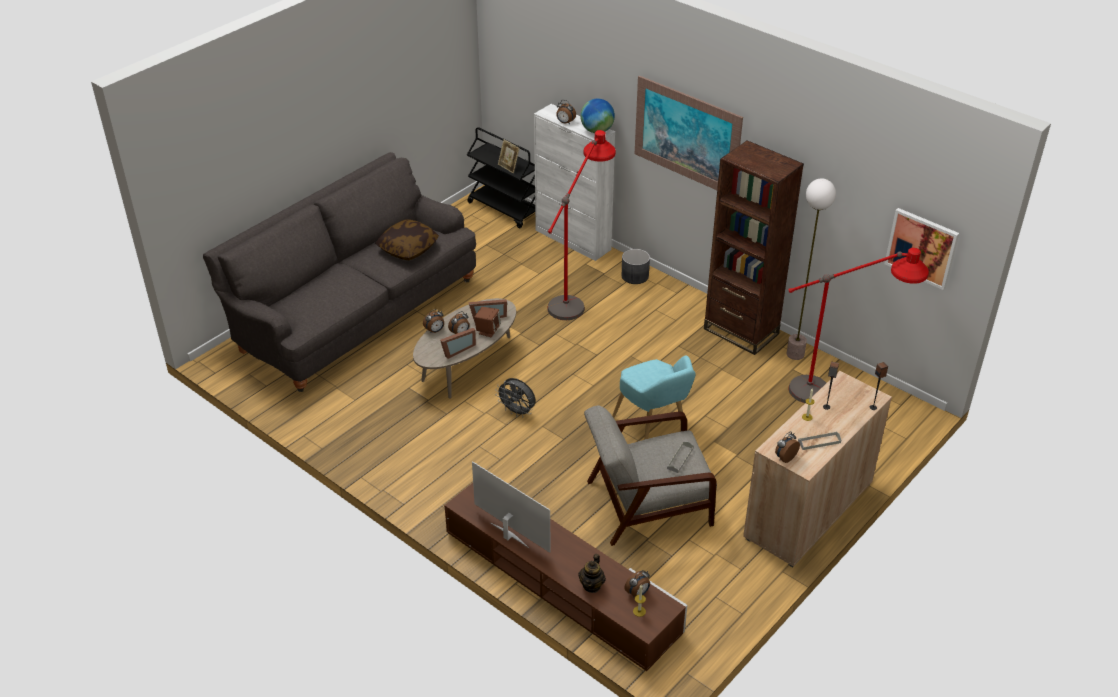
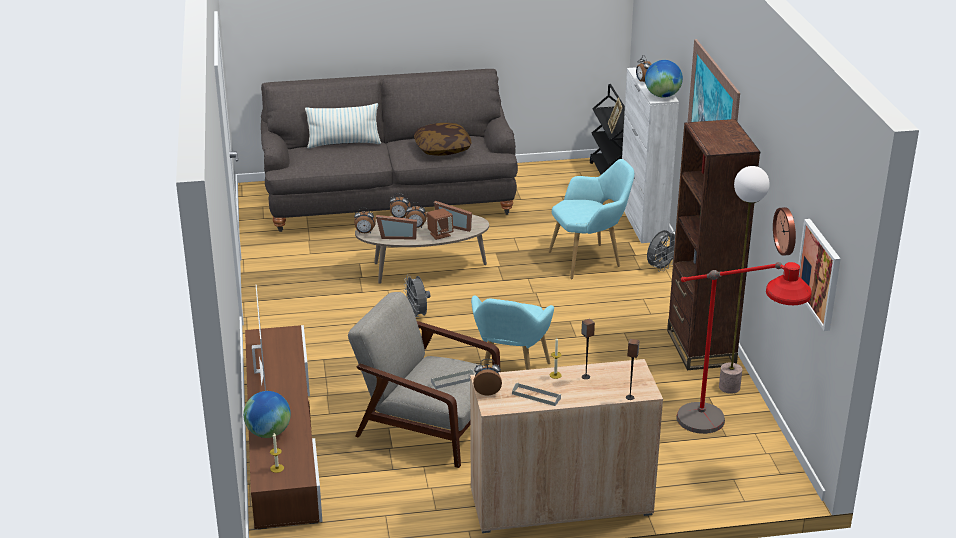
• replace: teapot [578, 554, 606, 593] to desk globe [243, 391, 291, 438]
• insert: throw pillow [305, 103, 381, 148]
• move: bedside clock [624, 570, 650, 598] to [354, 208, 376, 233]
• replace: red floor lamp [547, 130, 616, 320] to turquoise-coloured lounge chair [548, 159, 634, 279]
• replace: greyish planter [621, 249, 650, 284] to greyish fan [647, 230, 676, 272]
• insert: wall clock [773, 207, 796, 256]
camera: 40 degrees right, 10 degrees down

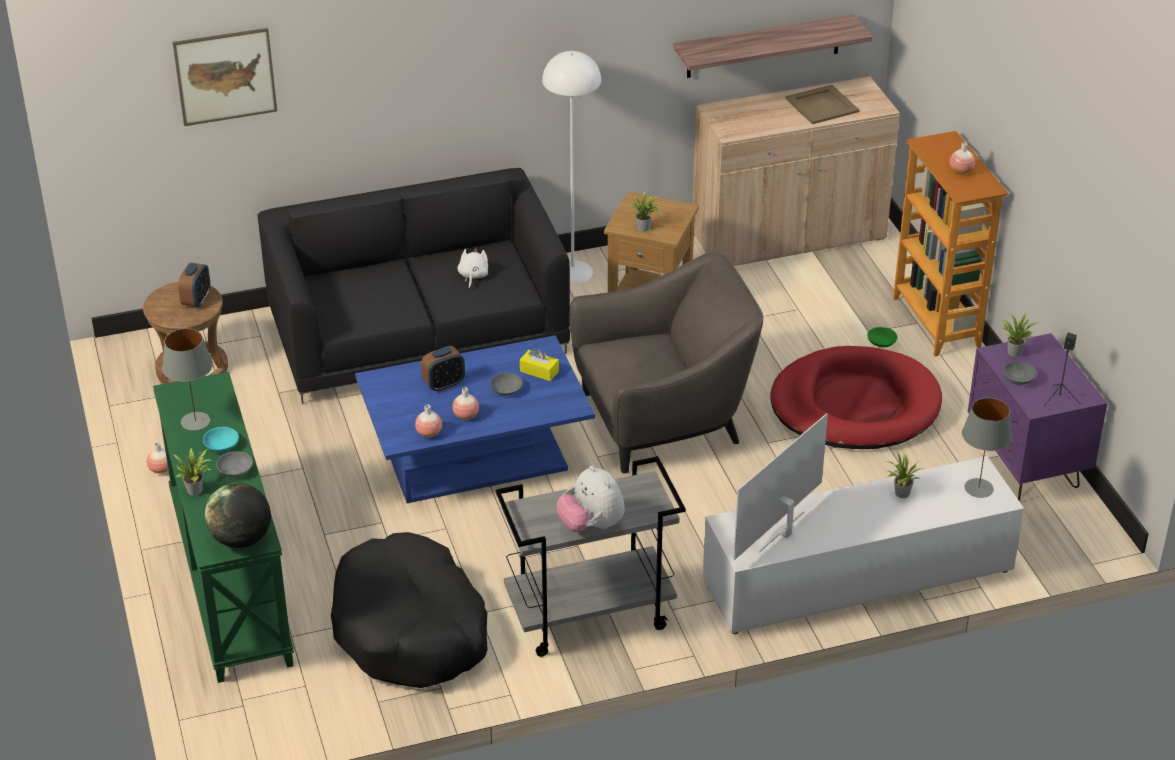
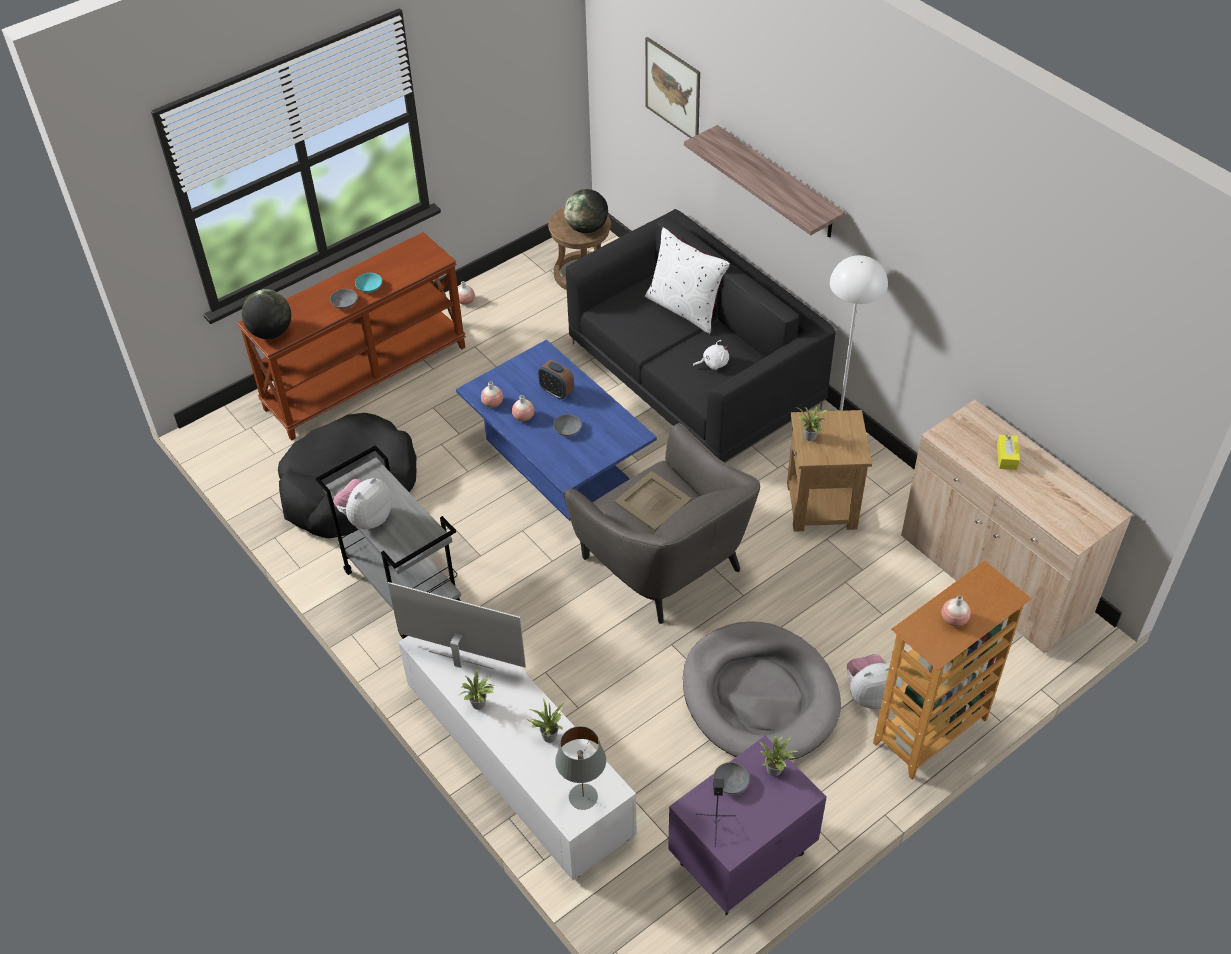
• recolor: greenish hall table [153, 372, 294, 683] to brownish hall table [237, 232, 466, 441]
• move: potted plant [174, 448, 211, 496] to [459, 668, 494, 710]
• replace: bedside clock [178, 263, 210, 307] to desk globe [564, 189, 608, 233]
• move: sand-coloured carrying tray [785, 85, 860, 124] to [614, 471, 692, 531]
• insert: white-coloured throw pillow [645, 228, 730, 334]
• recolor: red dog cushion [770, 346, 942, 449] to greyish dog cushion [683, 621, 841, 760]
• move: wall shelf [673, 15, 873, 78] to [684, 125, 845, 238]
• replace: greenish serving bowl [867, 327, 898, 347] to plush toy [847, 654, 901, 709]
• move: yellowish box of tissues [520, 349, 559, 381] to [997, 435, 1020, 470]
• delete: greyish table lamp [162, 328, 213, 431]
camera: 70 degrees right, 10 degrees up

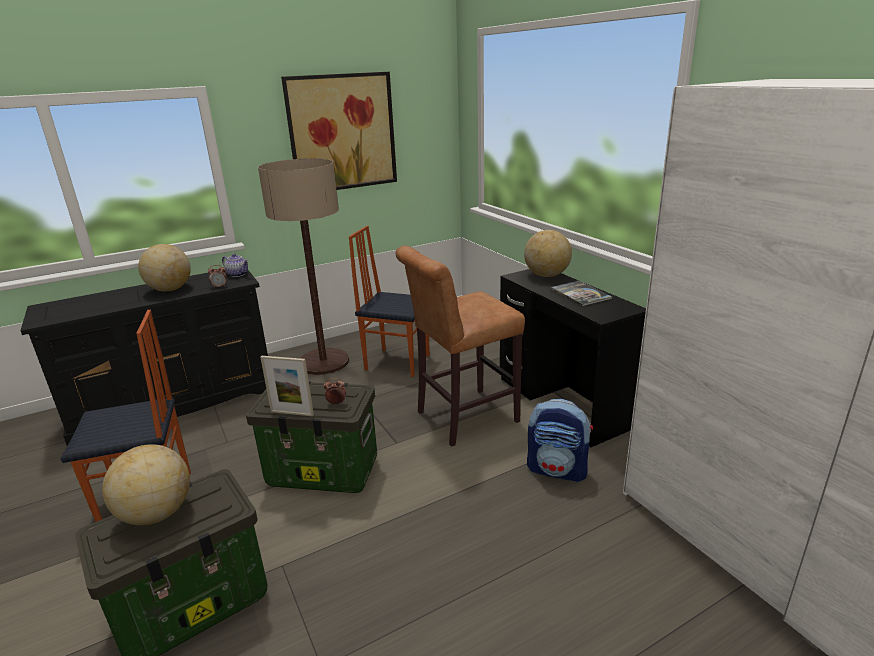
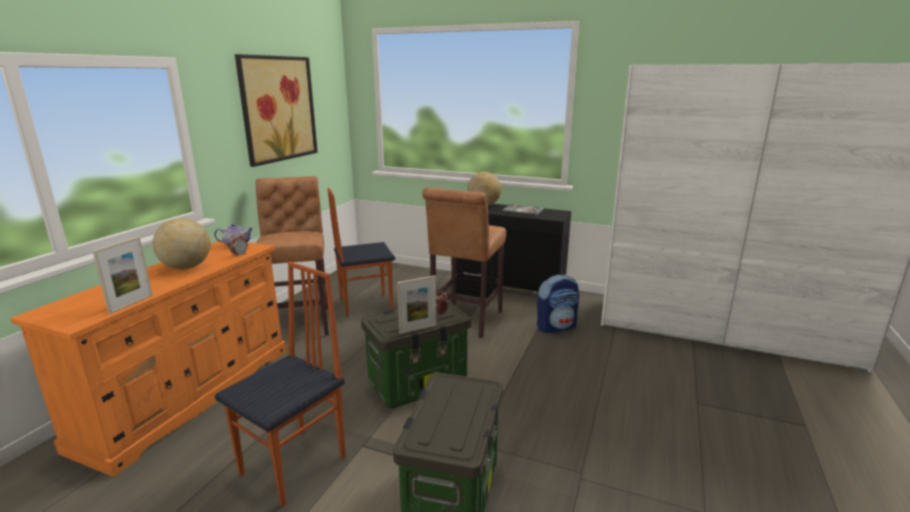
• recolor: blackish drawer chest [20, 270, 268, 446] to orange drawer chest [10, 241, 287, 477]
• insert: picture frame [93, 237, 153, 314]
• replace: floor lamp [258, 158, 349, 375] to brownish sitting stool [256, 176, 329, 336]
• delete: desk globe [102, 444, 190, 525]
camera: 40 degrees left, 5 degrees down

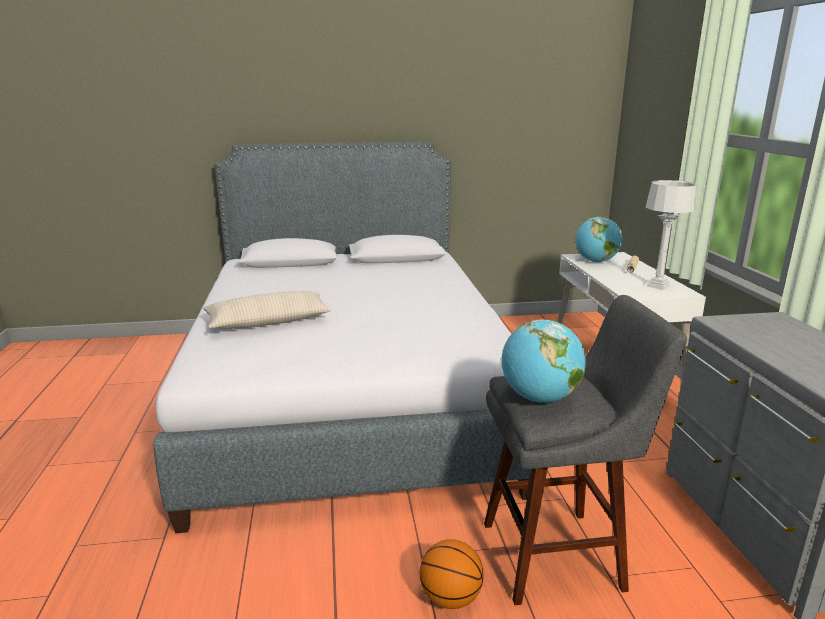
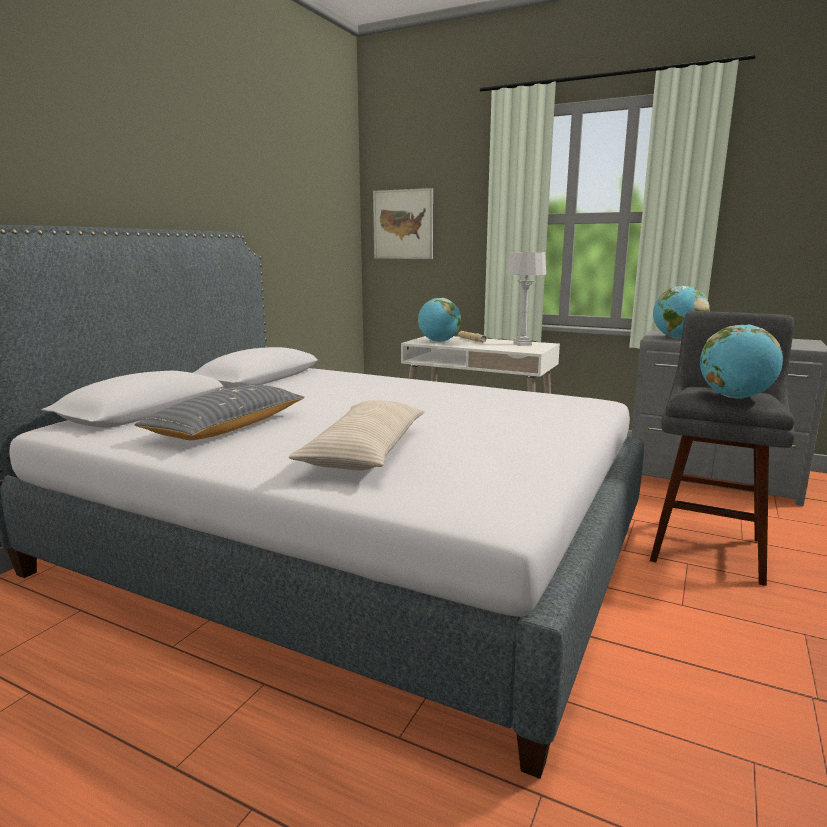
• insert: greyish throw pillow [134, 385, 305, 440]
• insert: wall picture [373, 188, 433, 259]
• insert: desk globe [653, 286, 710, 339]
• delete: basketball ball [420, 539, 484, 609]
camera: 55 degrees left, 5 degrees down

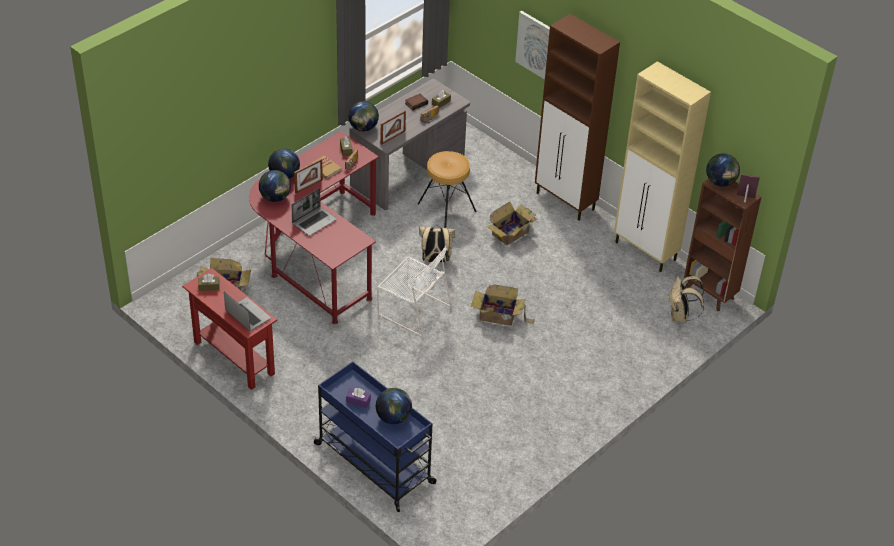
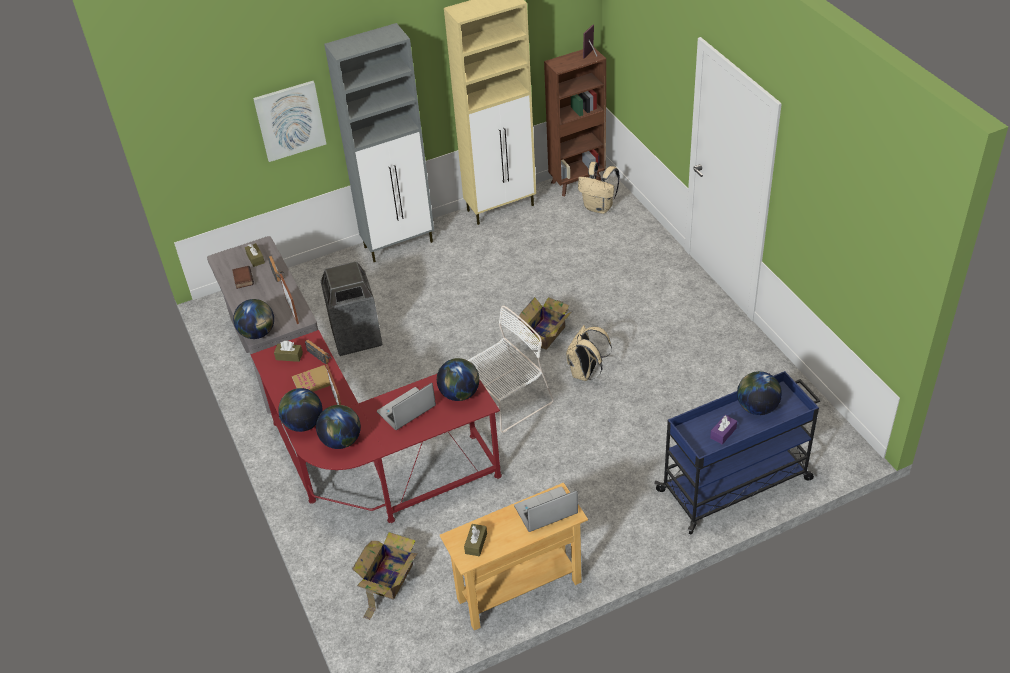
• replace: brownish sitting stool [418, 151, 477, 228] to rubbish bin [320, 261, 383, 356]
• recolor: brownish cabinet [535, 14, 620, 221] to greyish cabinet [324, 23, 434, 262]
• rotate: laptop [291, 188, 337, 236] = [377, 383, 436, 430] 105 degrees counterclockwise
• move: desk globe [706, 153, 740, 187] to [437, 358, 479, 401]
• recolor: red hall table [182, 268, 277, 390] to sand-coloured hall table [440, 482, 588, 631]
• move: sand-coloured rucksack [419, 225, 455, 262] to [566, 325, 612, 381]
• delete: packing box [487, 202, 537, 245]
camera: 65 degrees left, 0 degrees up

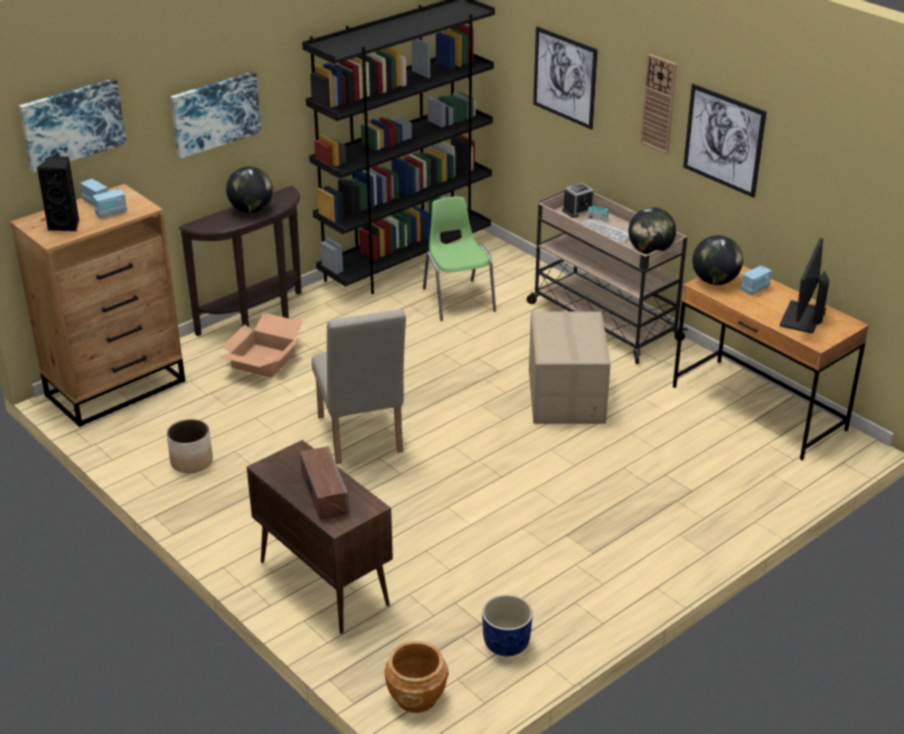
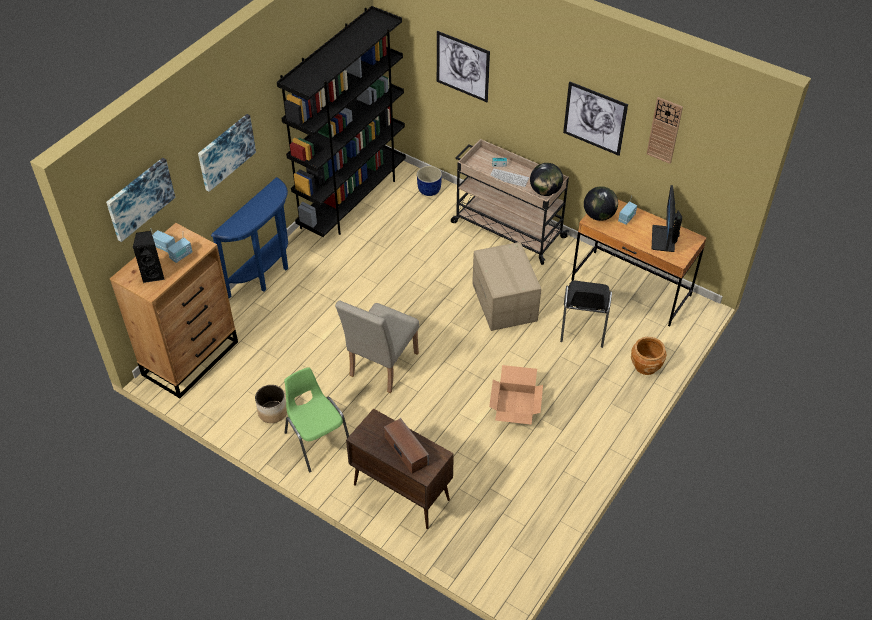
• recolor: brownish hall table [178, 186, 302, 336] to bluish hall table [211, 177, 288, 299]
• move: greenish plain chair [423, 197, 496, 321] to [284, 367, 349, 473]
• rotate: sand-coloured plain chair [312, 309, 406, 464] = [335, 300, 419, 393] 60 degrees clockwise
• move: bluish planter [482, 595, 533, 656] to [417, 166, 442, 196]
• move: packing box [219, 313, 303, 378] to [489, 365, 543, 425]
• insert: blackish plain chair [560, 281, 612, 348]
• move: brownish planter [385, 641, 449, 713] to [631, 337, 667, 375]
• move: wall clock [640, 54, 677, 154] to [647, 97, 683, 164]
• delete: desk globe [226, 166, 273, 213]
• delete: bedside clock [562, 183, 594, 218]
camera: 15 degrees left, 15 degrees up

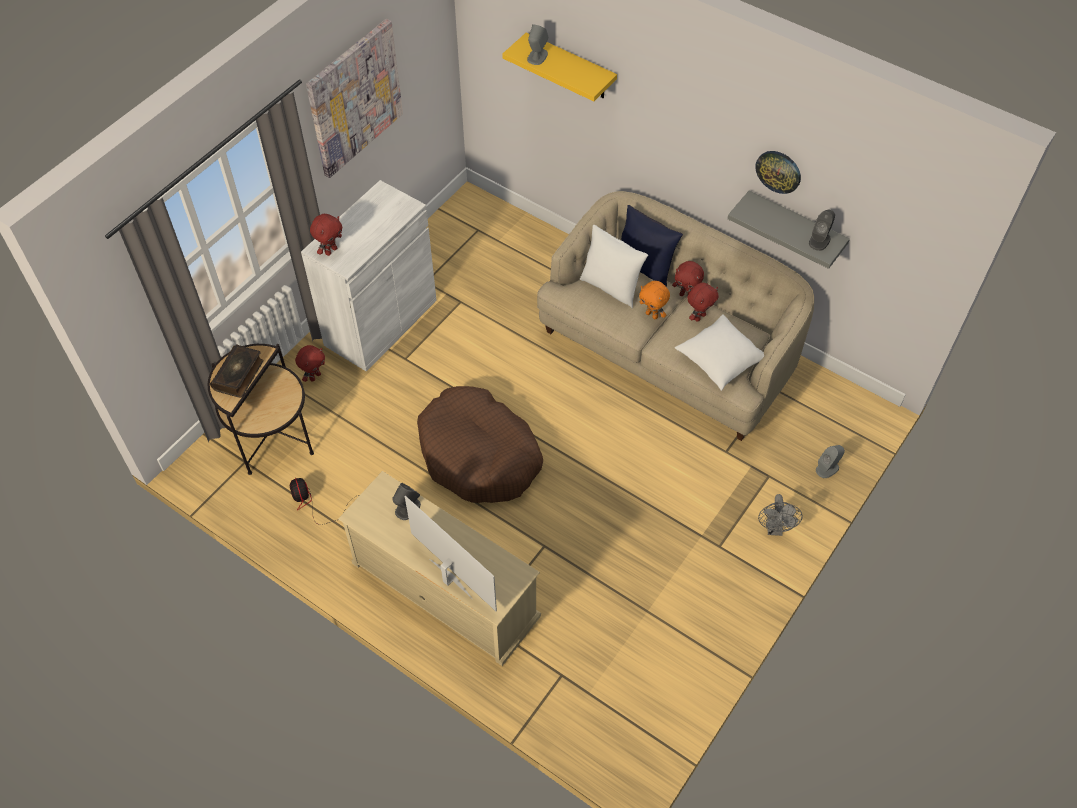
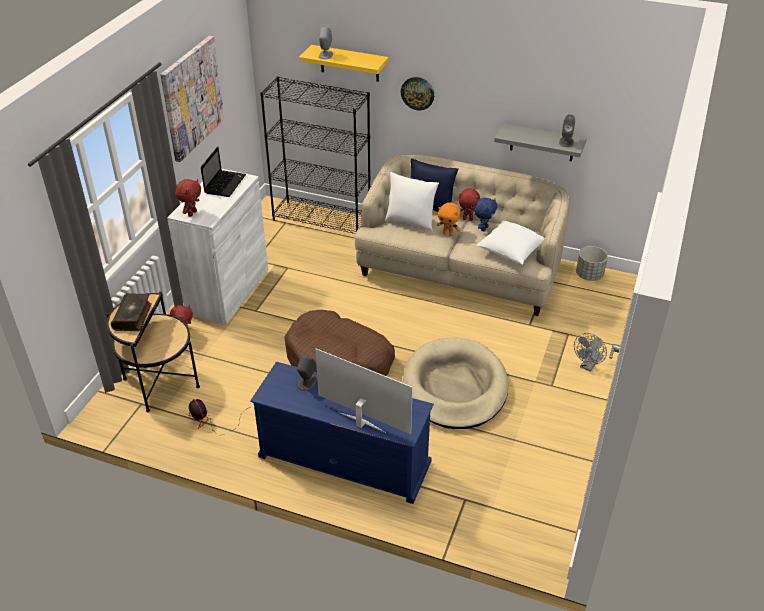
• insert: laptop [201, 146, 246, 197]
• recolor: sand-coloured media console [338, 471, 541, 666] to bluish media console [250, 362, 434, 504]
• insert: blackish shelving unit [260, 77, 371, 234]
• move: wall clock [755, 151, 801, 194] to [401, 77, 434, 110]
• insert: sand-coloured dog cushion [403, 337, 508, 429]
• recolor: red plush toy [687, 282, 719, 322] to bluish plush toy [474, 198, 497, 231]
• rotate: greyish fan [758, 494, 802, 536] = [574, 333, 607, 372] 45 degrees clockwise
• insert: greyish planter [576, 246, 608, 281]
• delete: greyish audio speaker [816, 445, 845, 478]
camera: 15 degrees left, 15 degrees down

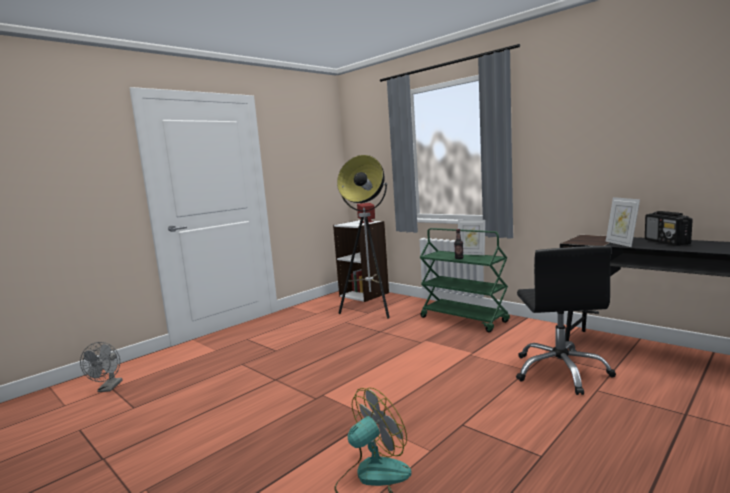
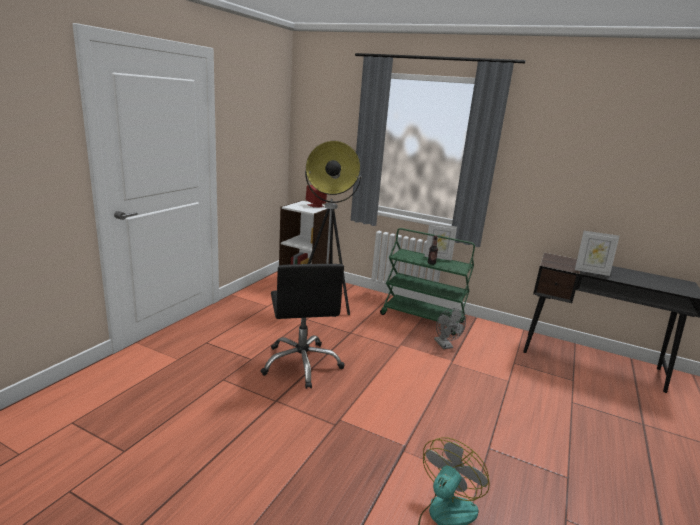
• move: blackish office chair [516, 246, 616, 395] to [261, 264, 344, 389]
• move: greyish fan [80, 342, 123, 392] to [434, 308, 466, 349]
• rotate: picture frame [606, 197, 640, 247] = [575, 231, 619, 276] 45 degrees counterclockwise
• delete: radio [645, 211, 692, 246]
camera: 20 degrees left, 10 degrees up

